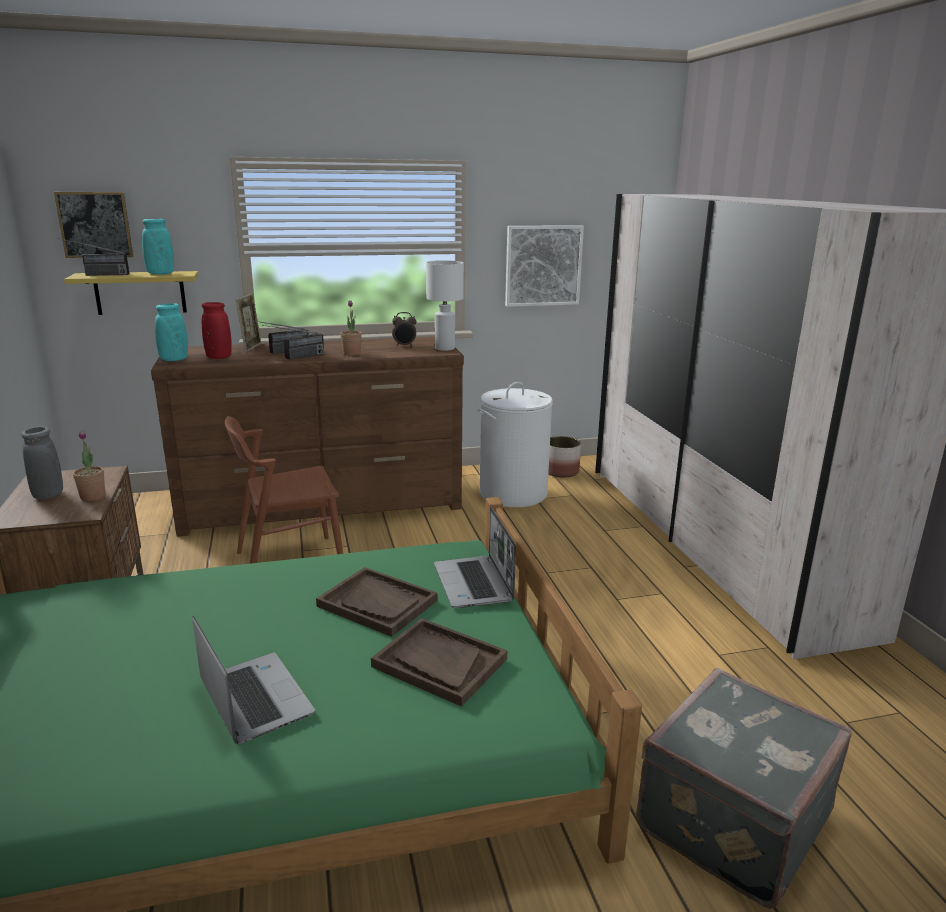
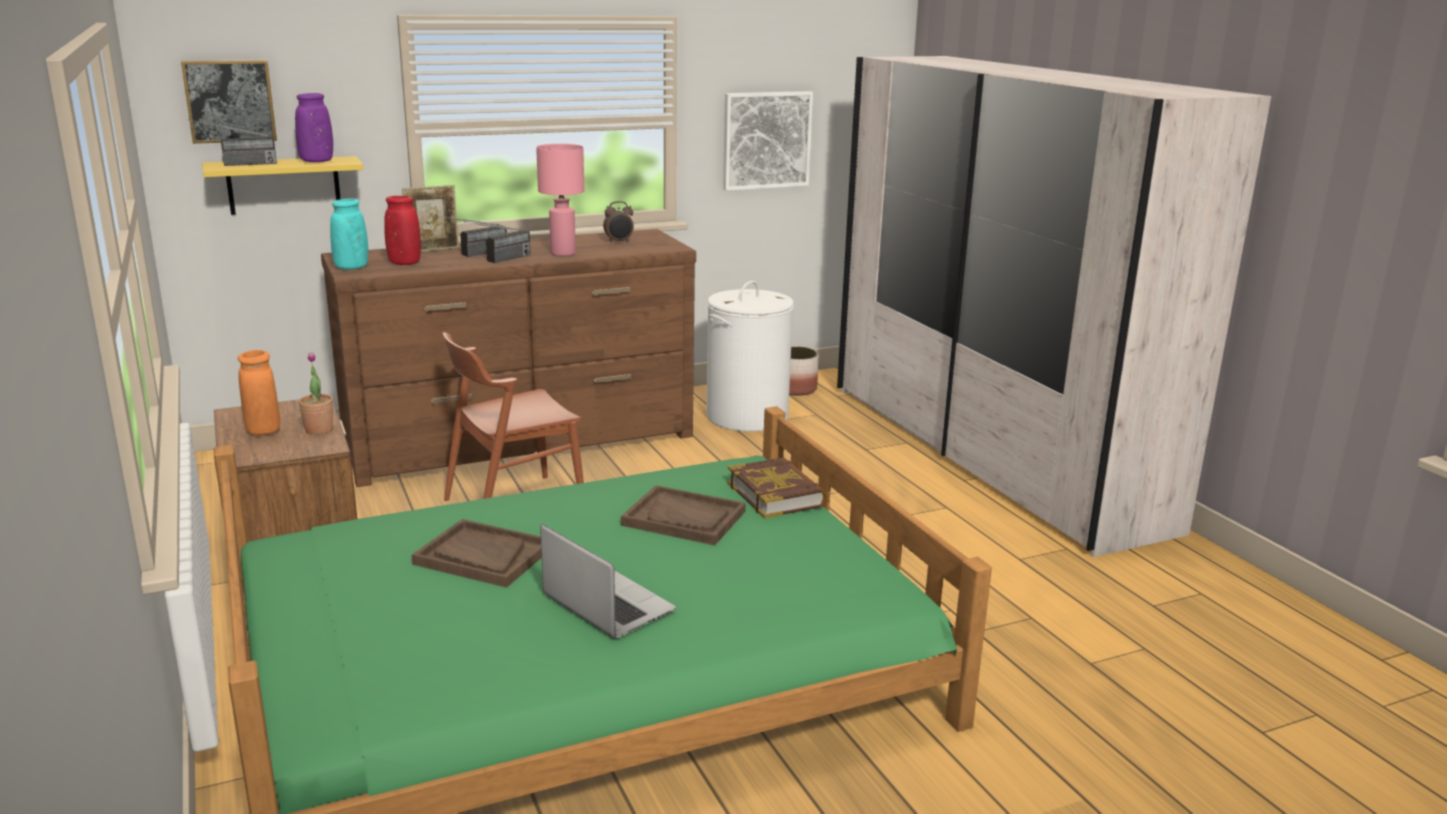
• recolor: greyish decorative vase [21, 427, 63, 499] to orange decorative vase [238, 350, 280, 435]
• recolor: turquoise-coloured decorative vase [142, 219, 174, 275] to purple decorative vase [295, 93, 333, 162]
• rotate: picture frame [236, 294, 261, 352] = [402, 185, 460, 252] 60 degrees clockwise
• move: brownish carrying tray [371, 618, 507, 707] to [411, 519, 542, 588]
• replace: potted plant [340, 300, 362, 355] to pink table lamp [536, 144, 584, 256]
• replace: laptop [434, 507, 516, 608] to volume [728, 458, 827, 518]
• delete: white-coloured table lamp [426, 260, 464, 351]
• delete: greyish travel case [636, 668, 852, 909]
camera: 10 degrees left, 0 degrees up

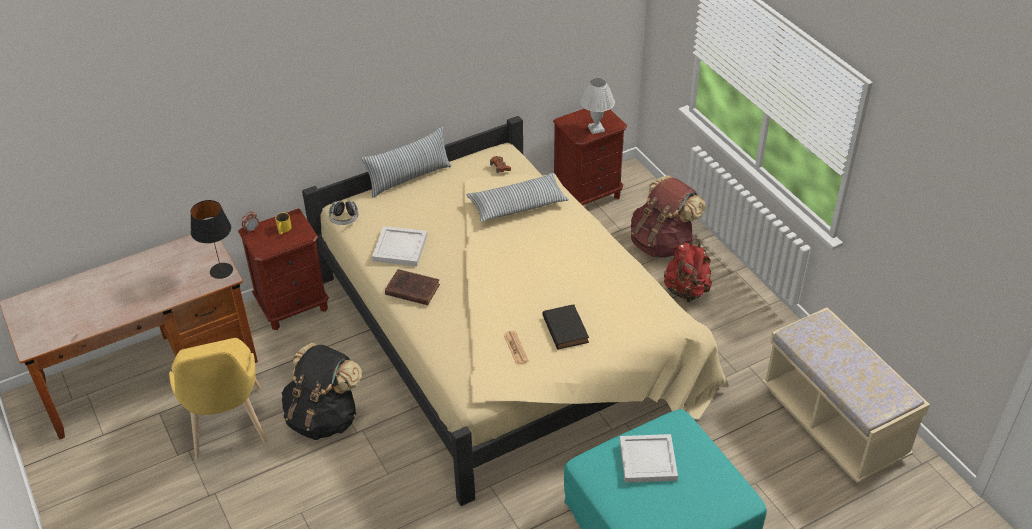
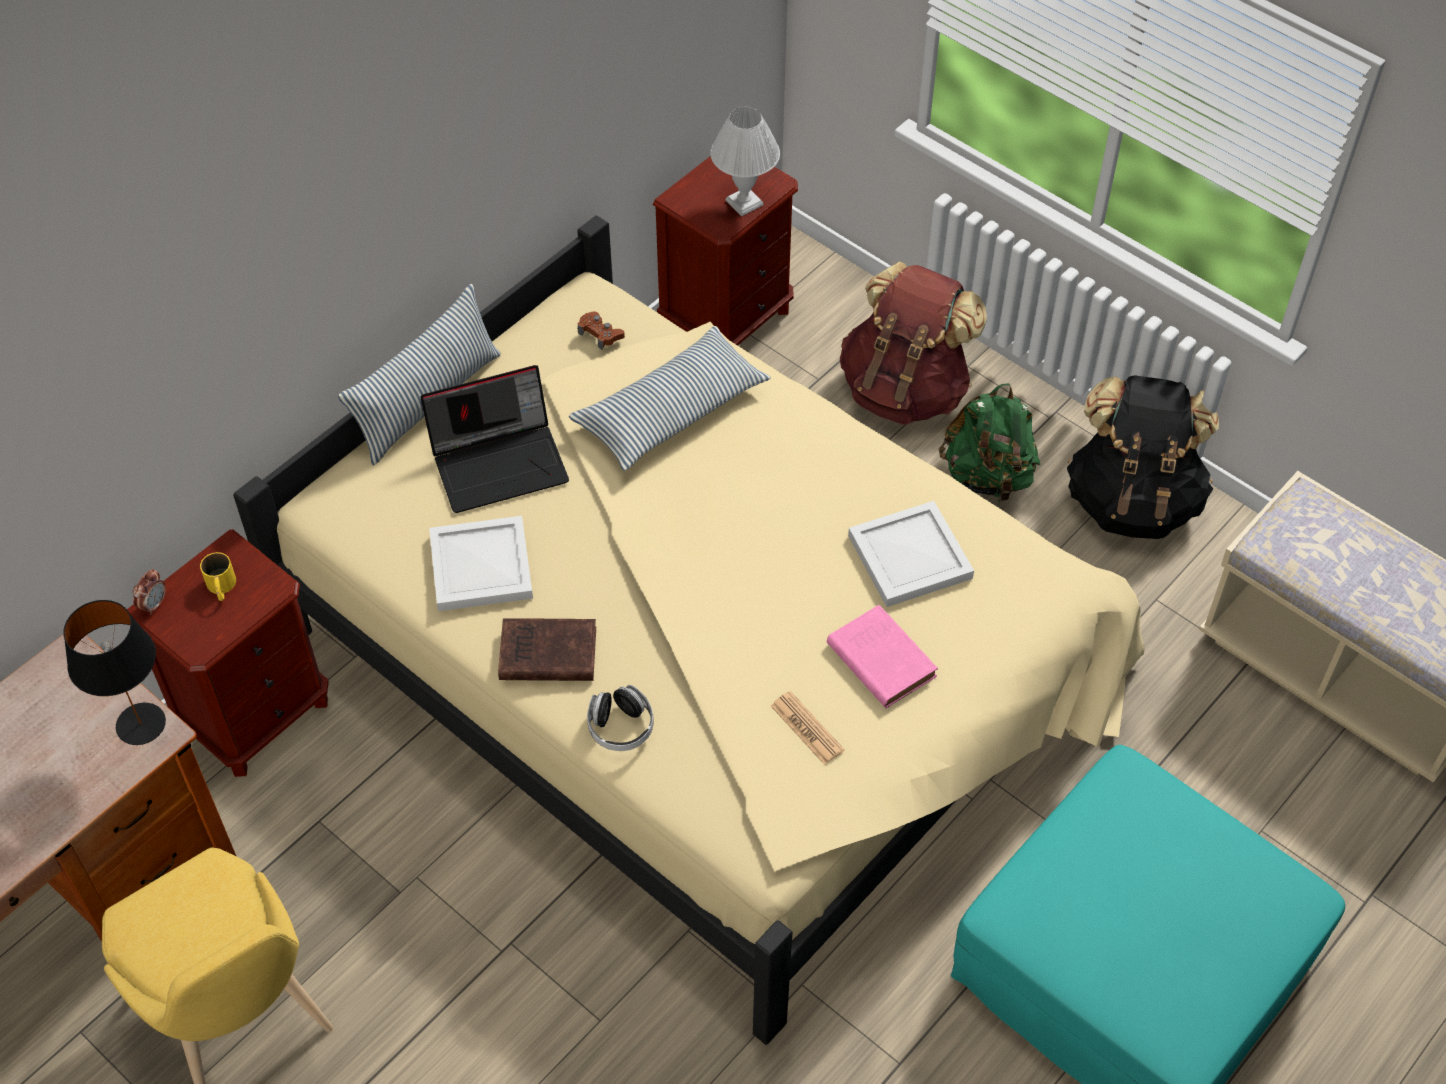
• insert: laptop [420, 365, 569, 513]
• move: headset [329, 201, 358, 225] to [587, 685, 653, 751]
• recolor: blackish volume [543, 304, 589, 349] to pink volume [827, 605, 938, 708]
• move: white-coloured carrying tray [620, 434, 678, 483] to [848, 501, 974, 607]
• recolor: red rucksack [664, 239, 712, 302] to greenish rucksack [938, 383, 1040, 502]
• move: blackish rucksack [282, 343, 362, 440] to [1067, 375, 1219, 539]
camera: 20 degrees left, 10 degrees up

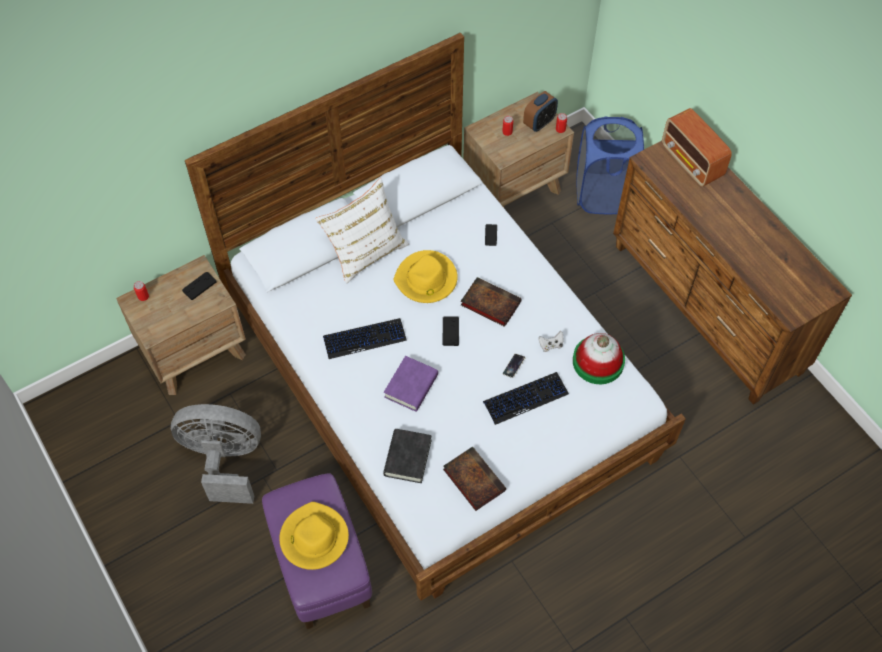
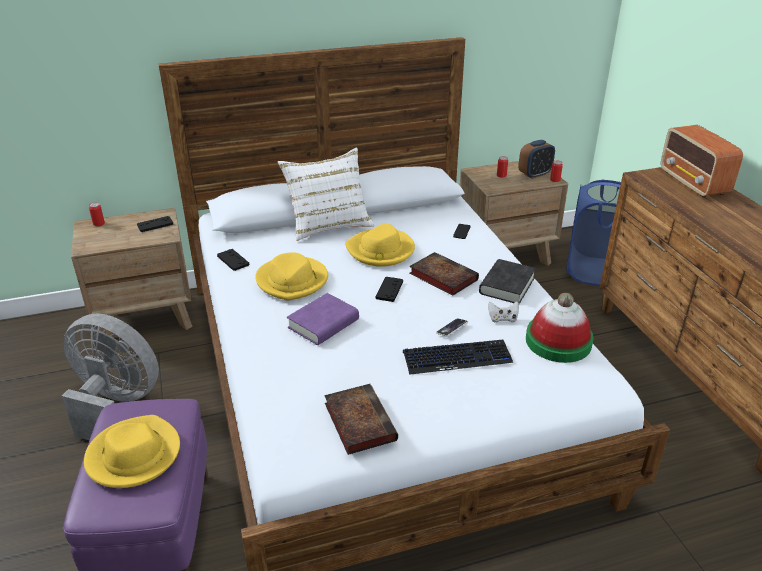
• insert: blackish gamepad [217, 249, 249, 271]
• replace: computer keyboard [323, 318, 407, 359] to yellowish wearable hat [255, 252, 328, 301]
• move: blackish volume [383, 429, 432, 483] to [479, 259, 536, 304]
camera: 15 degrees right, 25 degrees down

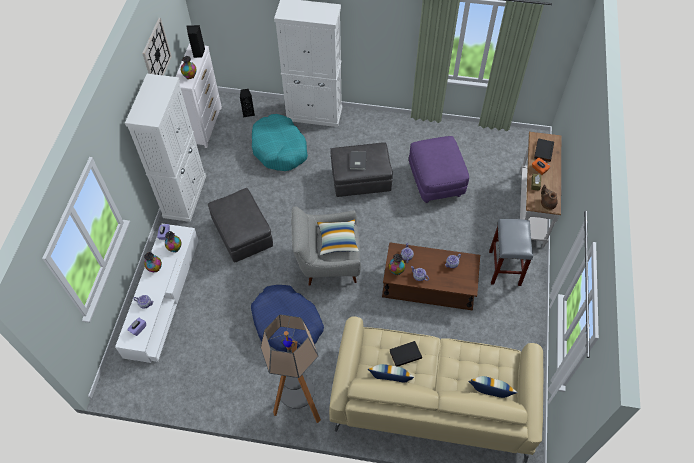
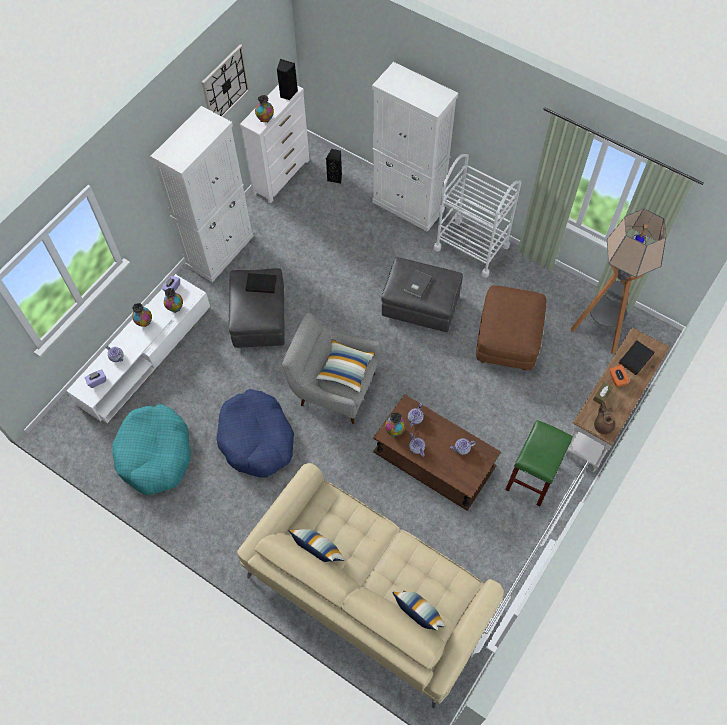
• move: turquoise-coloured dog cushion [252, 114, 308, 171] to [112, 404, 191, 495]
• move: blackish volume [390, 341, 422, 367] to [245, 273, 277, 293]
• insert: white-coloured cart [433, 154, 522, 278]
• recolor: purple ottoman [409, 136, 469, 203] to brownish ottoman [476, 285, 546, 370]
• recolor: greyish sitting stool [489, 219, 533, 286] to greenish sitting stool [505, 420, 573, 506]
• move: floor lamp [261, 314, 321, 423] to [571, 209, 666, 354]
camera: 25 degrees right, 5 degrees up

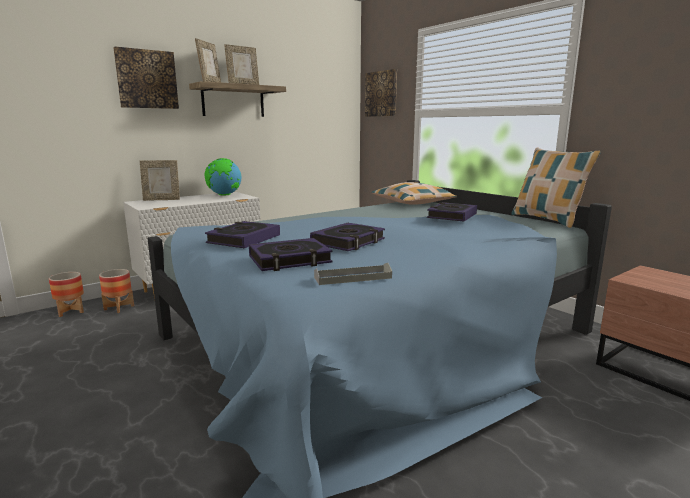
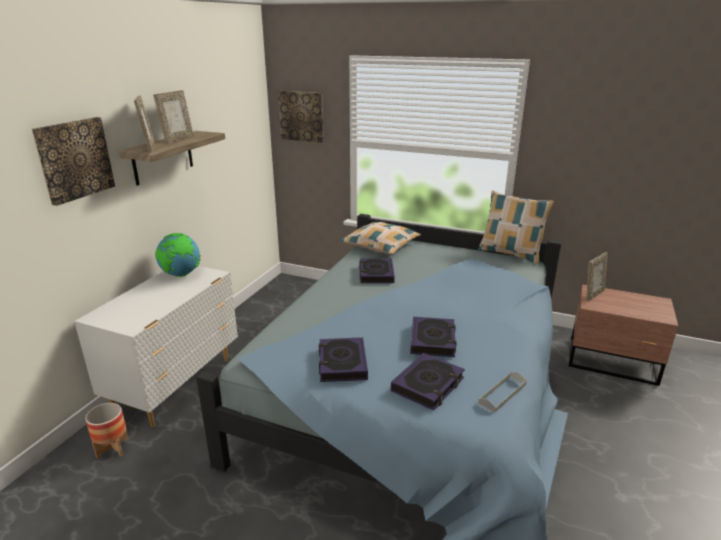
• move: volume [427, 202, 477, 221] to [360, 258, 395, 283]
• move: picture frame [140, 160, 180, 201] to [586, 252, 608, 302]
• delete: planter [49, 272, 84, 317]
camera: 30 degrees left, 10 degrees up

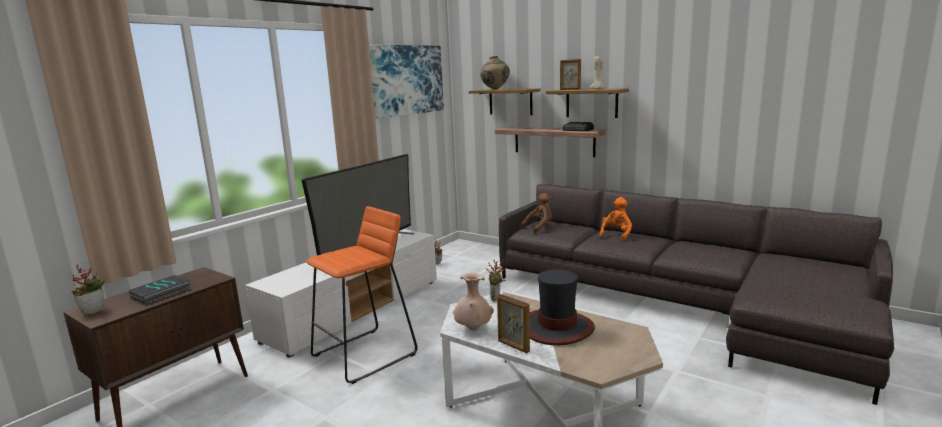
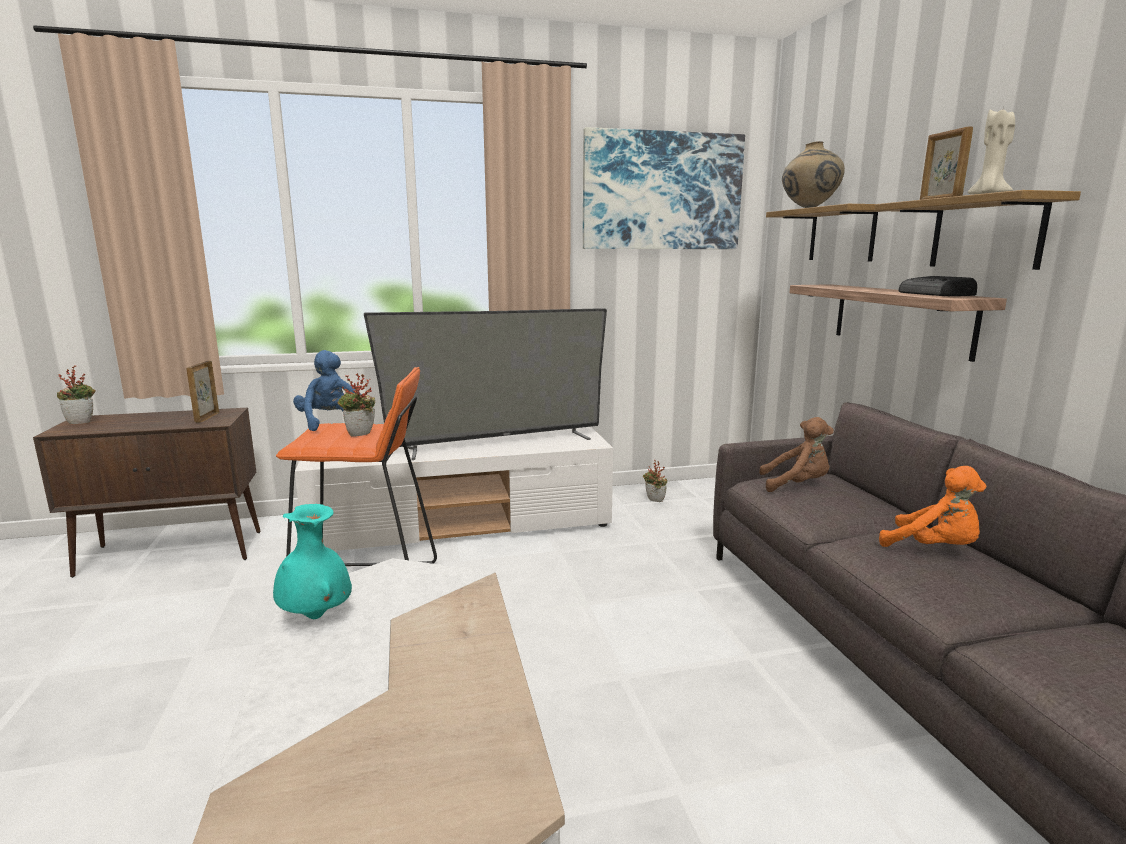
• move: picture frame [497, 294, 530, 353] to [187, 361, 219, 423]
• recolor: sand-coloured decorative vase [453, 273, 494, 331] to turquoise-coloured decorative vase [273, 504, 352, 619]
• insert: bluish plush toy [293, 350, 361, 431]
• move: potted plant [486, 260, 506, 301] to [338, 373, 375, 436]
• rotate: orange plush toy [599, 197, 632, 241] = [879, 466, 986, 547] 60 degrees clockwise
• delete: volume [129, 275, 190, 304]
• delete: wearable hat [530, 269, 595, 345]
camera: 40 degrees right, 0 degrees up

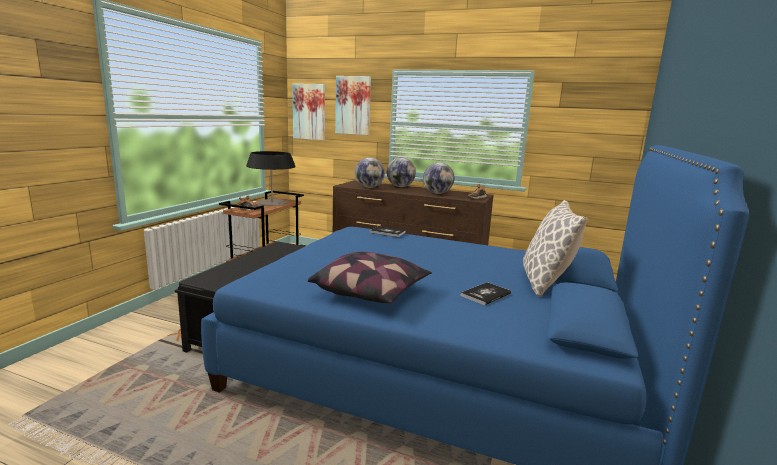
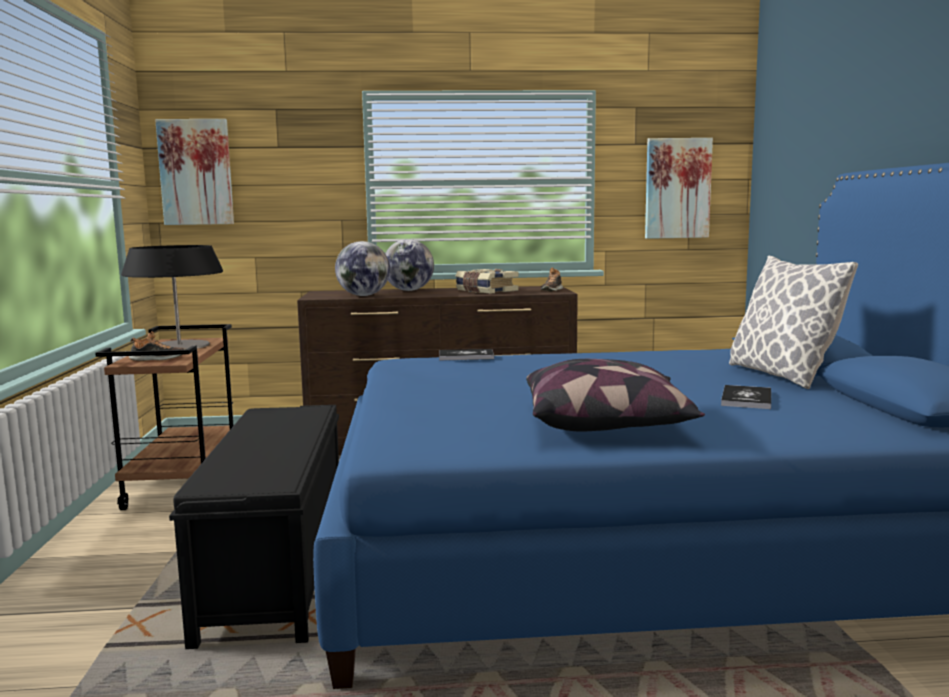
• replace: desk globe [423, 162, 455, 194] to volume [456, 269, 518, 294]
• move: wall picture [335, 76, 371, 135] to [645, 138, 713, 239]
camera: 25 degrees left, 5 degrees down

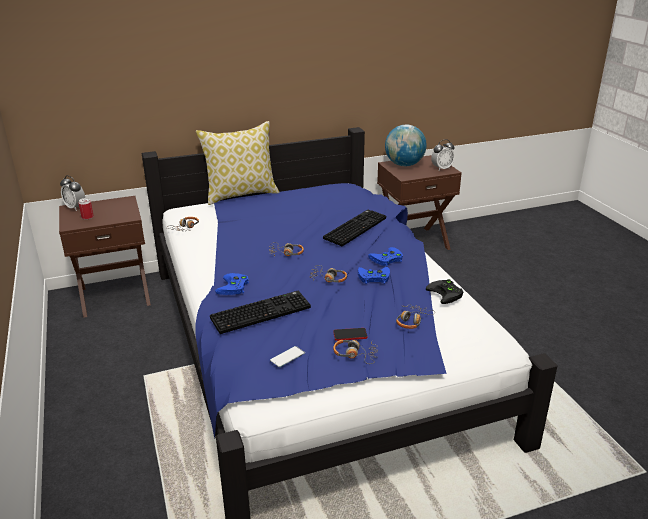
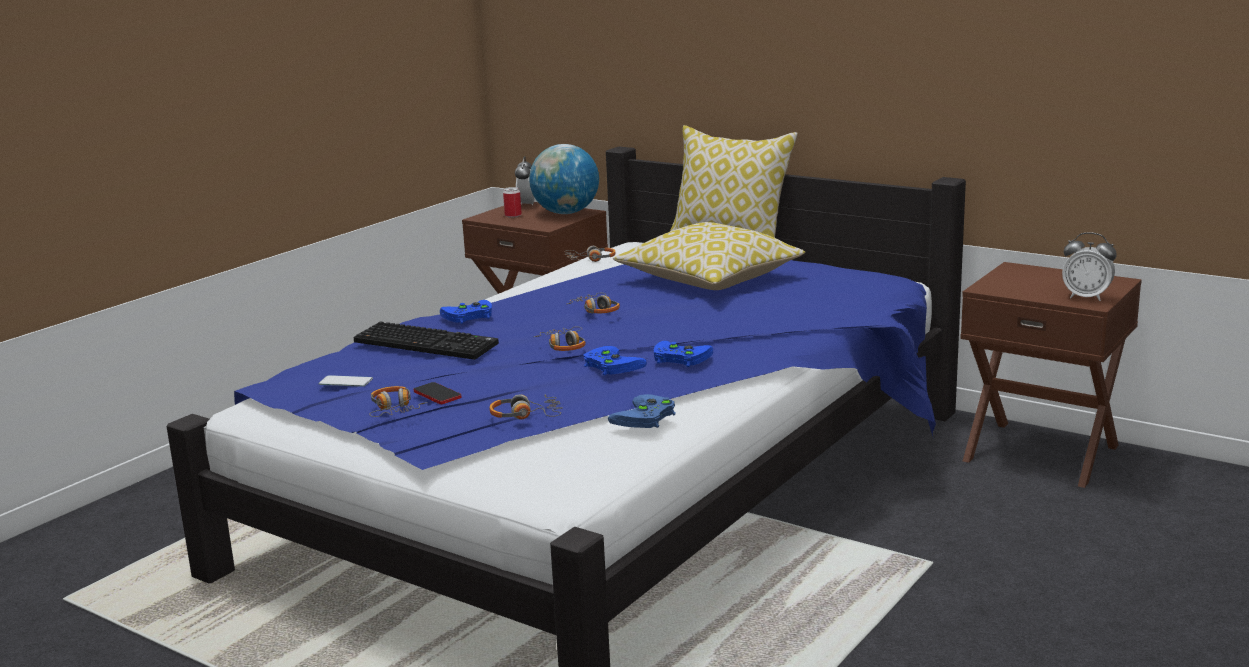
• move: desk globe [385, 125, 427, 166] to [529, 144, 599, 214]
• recolor: blackish gamepad [426, 279, 464, 304] to bluish gamepad [608, 394, 676, 428]
• insert: throw pillow [613, 222, 805, 290]
• delete: computer keyboard [323, 210, 386, 246]
camera: 55 degrees right, 10 degrees down

